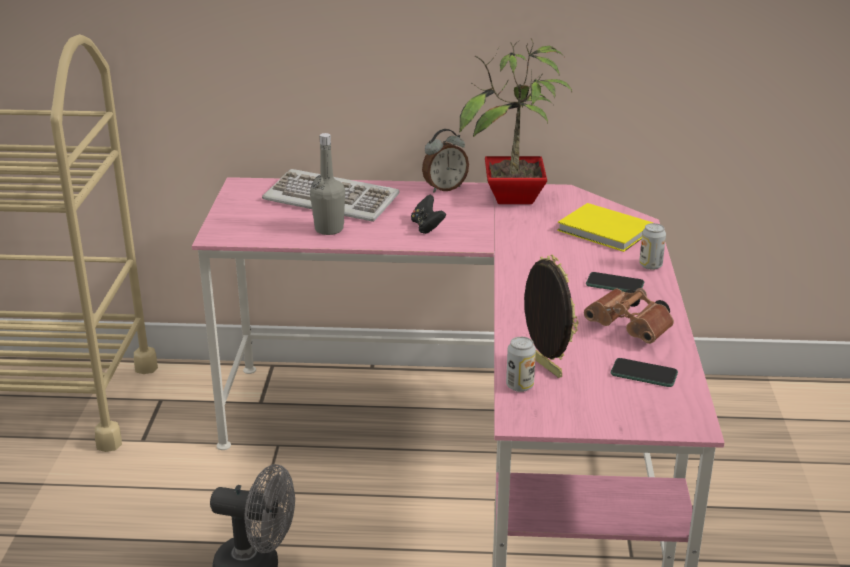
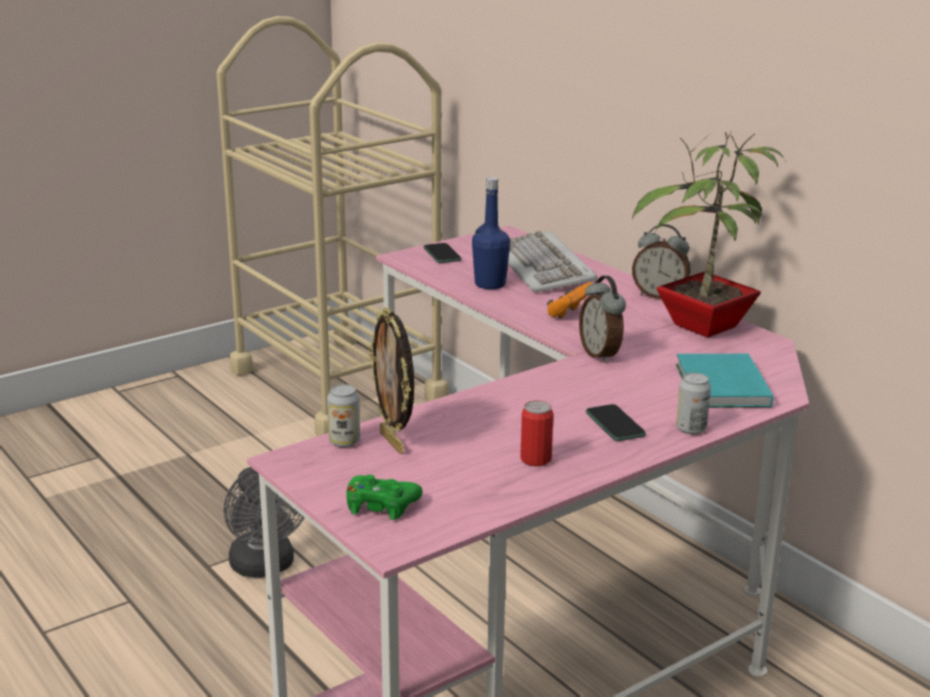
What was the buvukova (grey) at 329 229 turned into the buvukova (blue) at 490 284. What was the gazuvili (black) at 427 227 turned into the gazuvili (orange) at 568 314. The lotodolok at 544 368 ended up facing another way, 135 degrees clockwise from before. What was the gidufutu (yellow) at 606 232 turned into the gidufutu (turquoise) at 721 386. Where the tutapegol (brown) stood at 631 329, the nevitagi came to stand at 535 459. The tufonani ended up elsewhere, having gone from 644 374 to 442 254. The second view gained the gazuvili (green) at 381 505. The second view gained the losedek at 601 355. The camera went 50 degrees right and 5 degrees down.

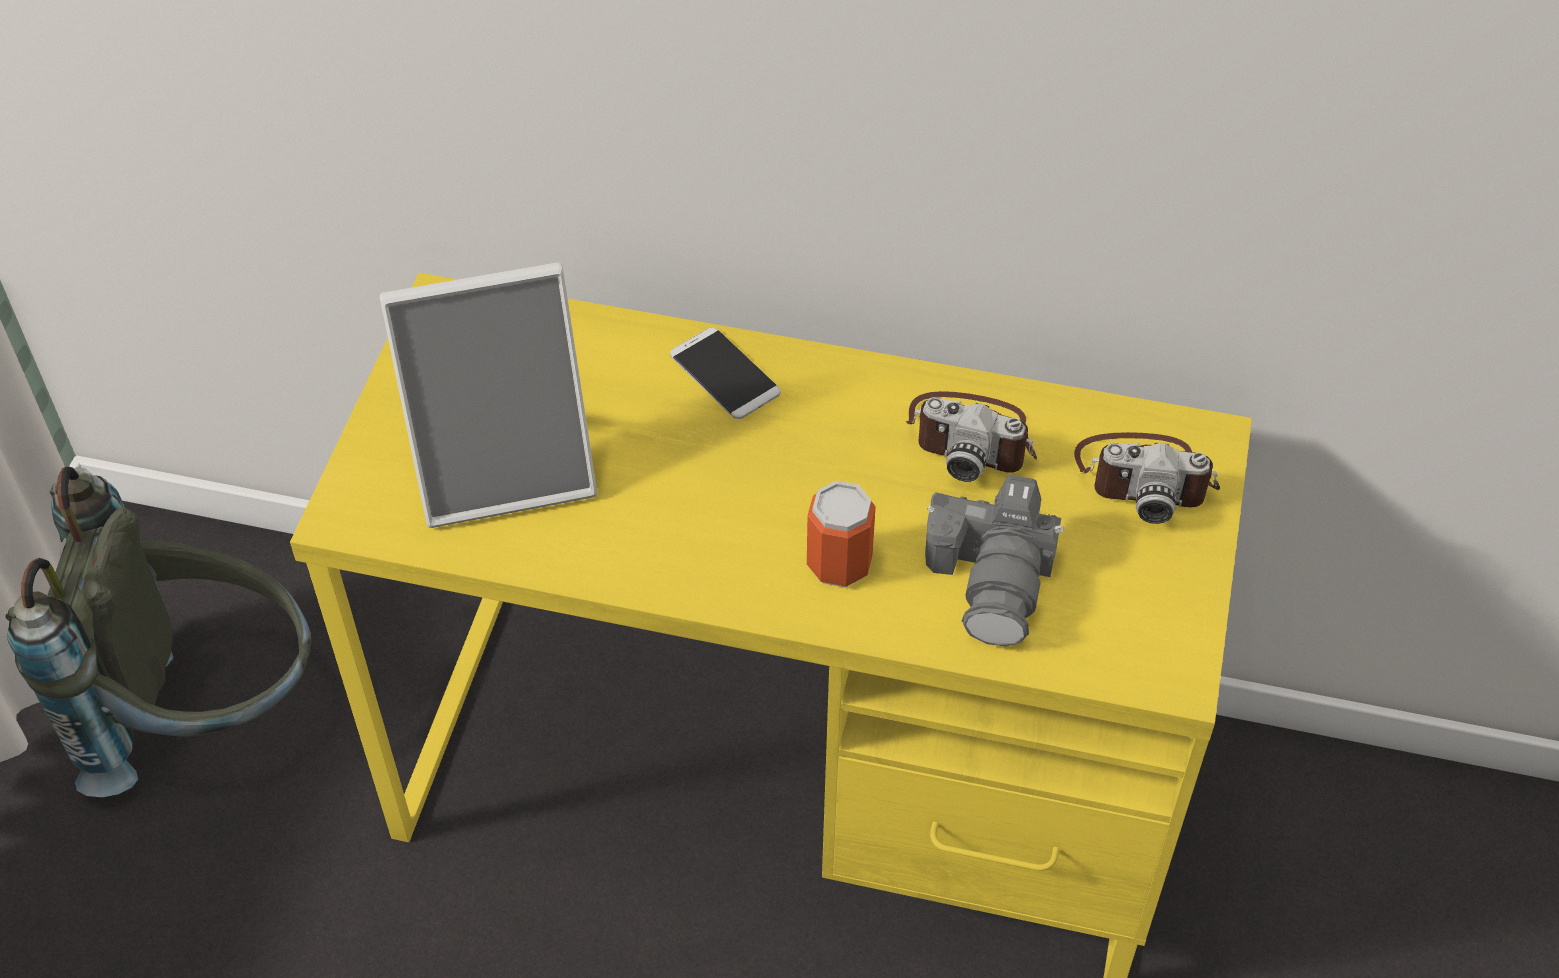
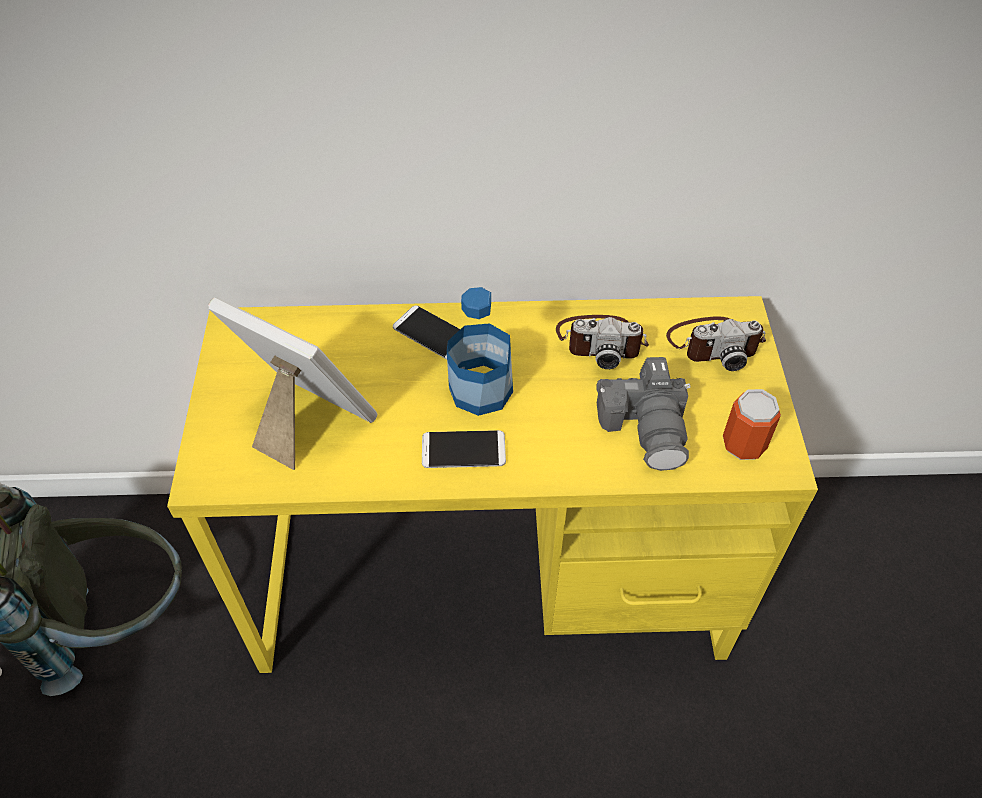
The lotodolok at 505 466 ended up facing another way, 120 degrees counterclockwise from before. The nevitagi ended up elsewhere, having gone from 839 564 to 743 444. The second view gained the tufonani at 463 450. The second view gained the buvukova at 481 390. The camera went 15 degrees left and 0 degrees up.

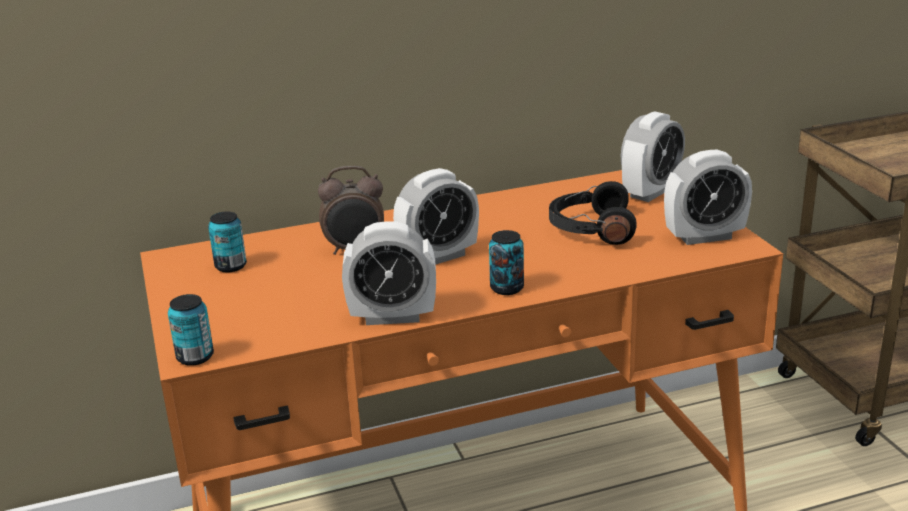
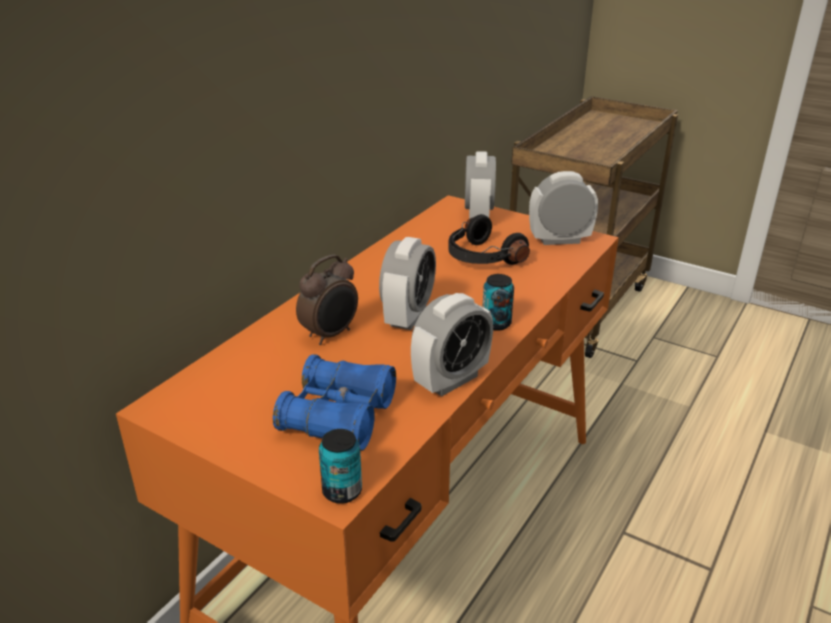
The second view lost the nevitagi at 231 266. The losedek at 704 237 ended up facing another way, 135 degrees counterclockwise from before. The second view gained the tutapegol (blue) at 338 416. The camera went 40 degrees left and 5 degrees up.

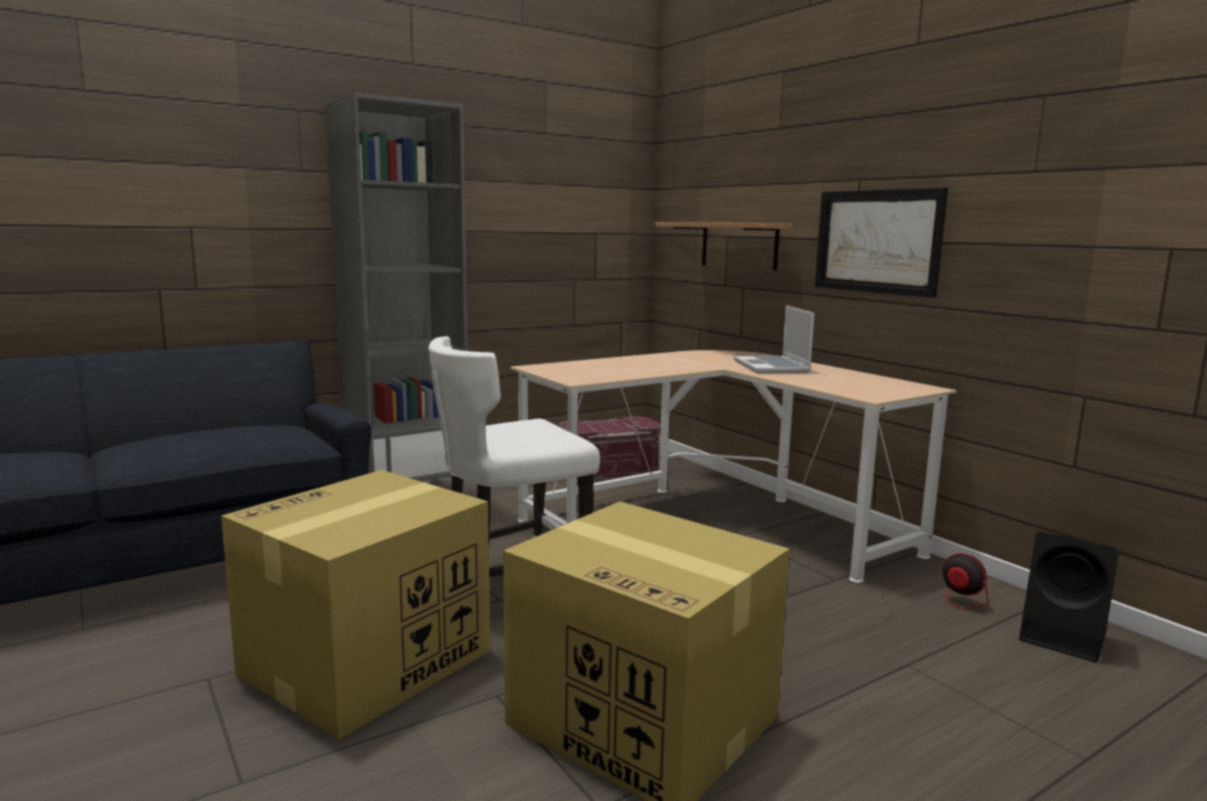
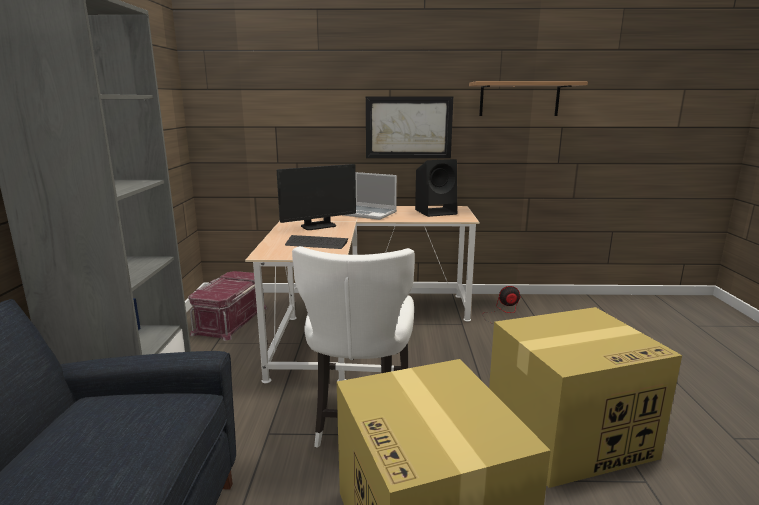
The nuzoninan ended up elsewhere, having gone from 739 245 to 519 99. The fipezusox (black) ended up elsewhere, having gone from 1065 638 to 436 212. The second view gained the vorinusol at 318 226. The second view gained the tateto at 316 243. The camera went 55 degrees left and 5 degrees up.

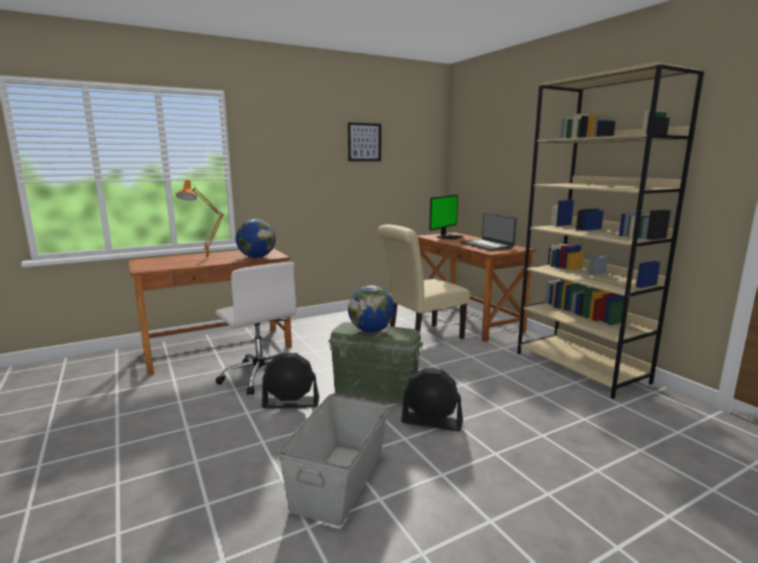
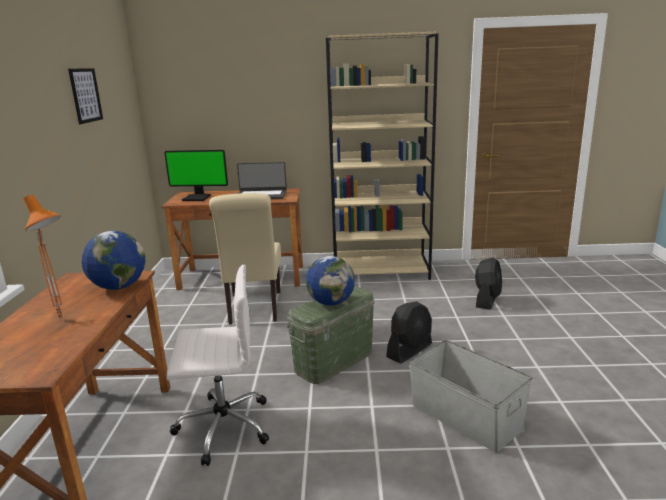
The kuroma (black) ended up elsewhere, having gone from 291 403 to 487 300. The vorinusol at 448 237 ended up facing another way, 120 degrees clockwise from before. The camera went 60 degrees left and 5 degrees up.

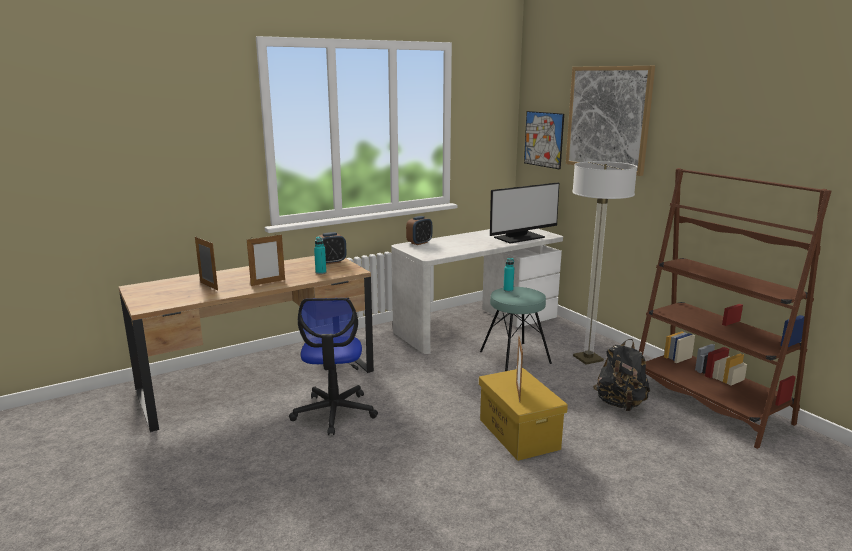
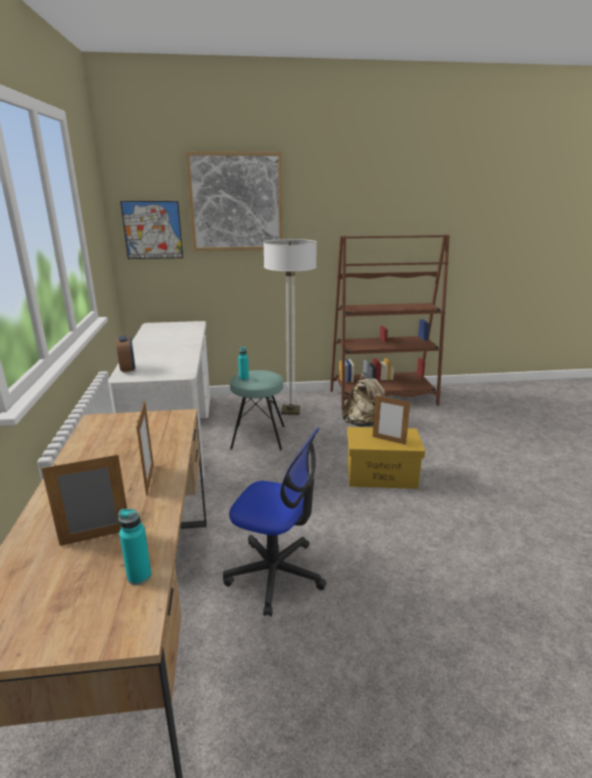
The buvukova (turquoise) ended up elsewhere, having gone from 321 272 to 139 576. The second view lost the losedek at 331 262. The second view lost the vorinusol at 520 237. What was the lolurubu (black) at 620 404 turned into the lolurubu (beige) at 364 423. The camera went 65 degrees left and 5 degrees up.

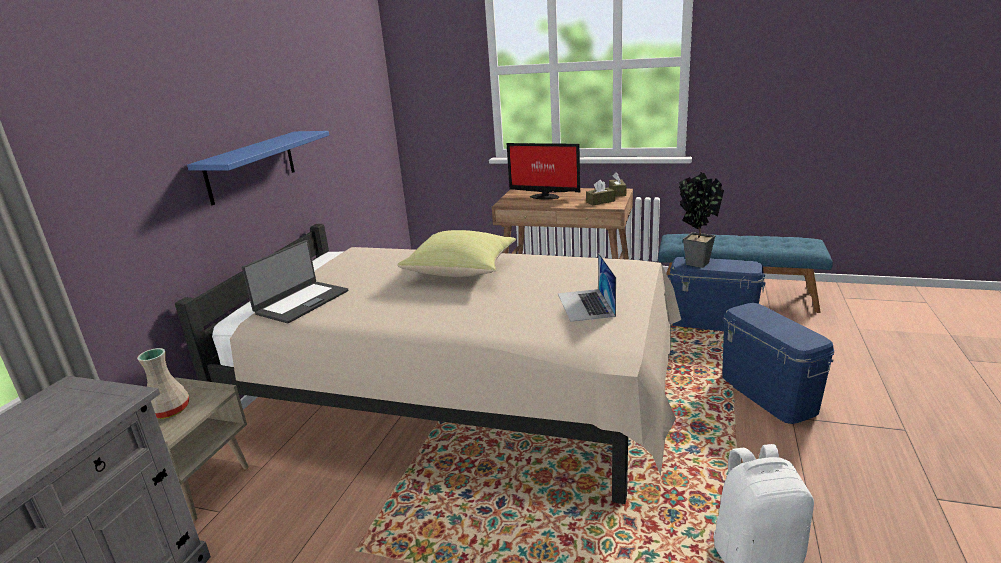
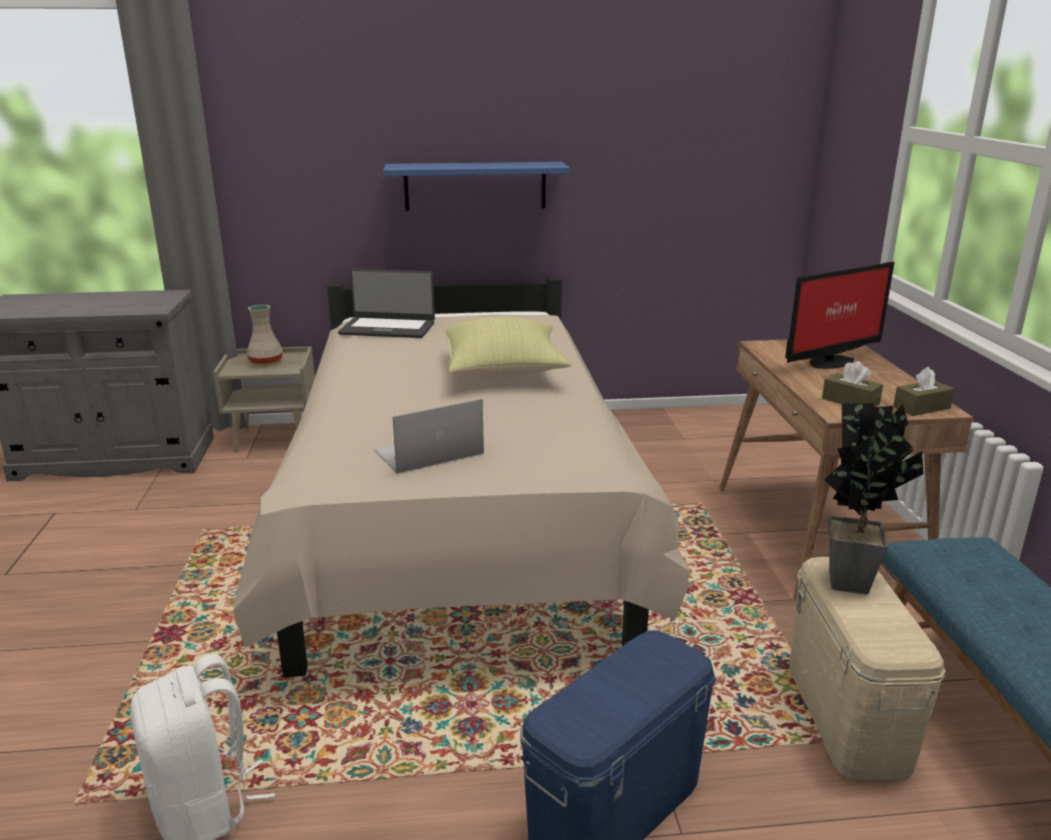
The vorinusol at 544 196 ended up facing another way, 120 degrees counterclockwise from before. What was the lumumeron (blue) at 712 322 turned into the lumumeron (beige) at 847 716. The camera went 65 degrees right and 0 degrees up.

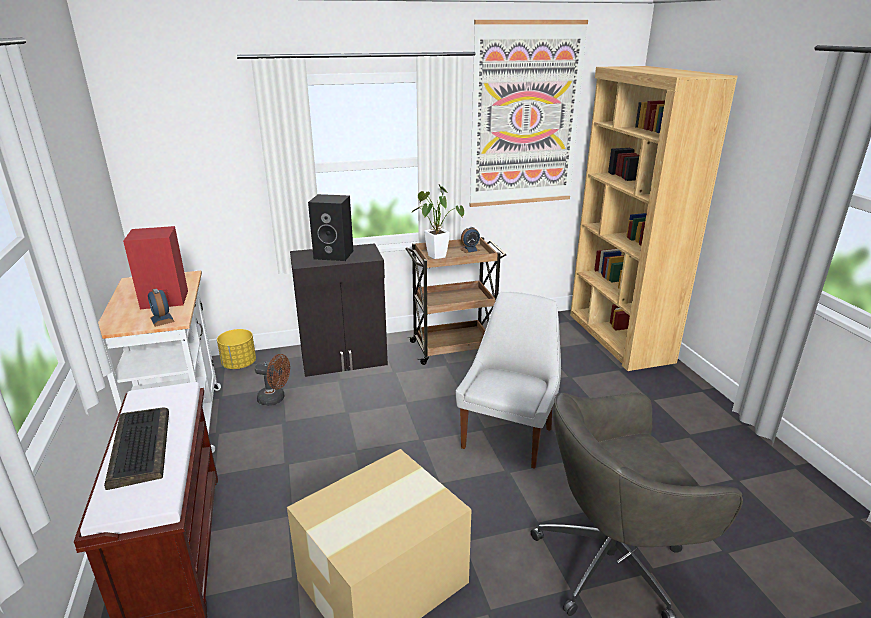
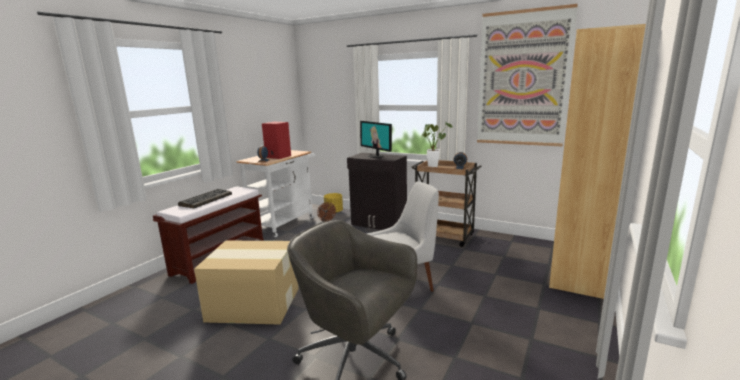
Where the fipezusox (black) stood at 335 254, the vorinusol came to stand at 376 156. The camera went 45 degrees right and 10 degrees down.

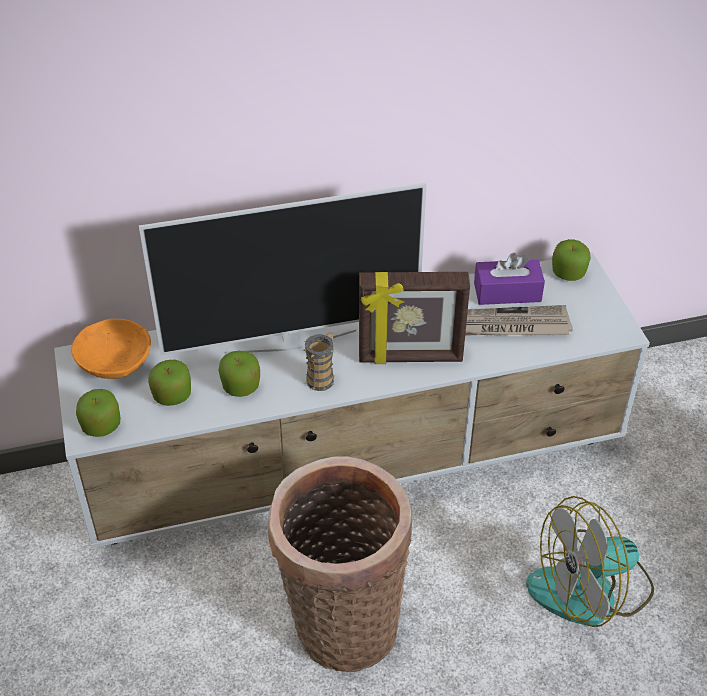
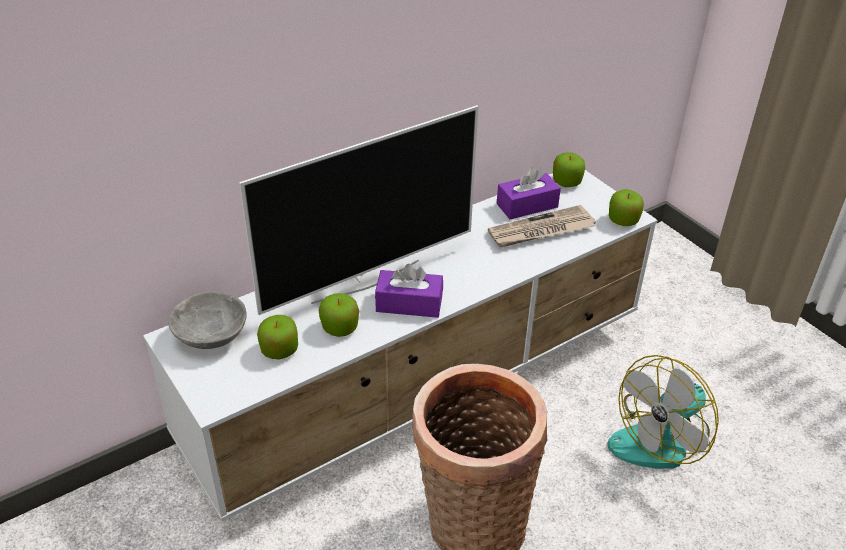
What was the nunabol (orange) at 114 364 turned into the nunabol (grey) at 210 336. The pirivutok ended up elsewhere, having gone from 101 425 to 623 220. Where the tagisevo stood at 322 377, the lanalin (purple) came to stand at 409 304. The second view lost the lotodolok at 410 358. The camera went 20 degrees left and 5 degrees down.

